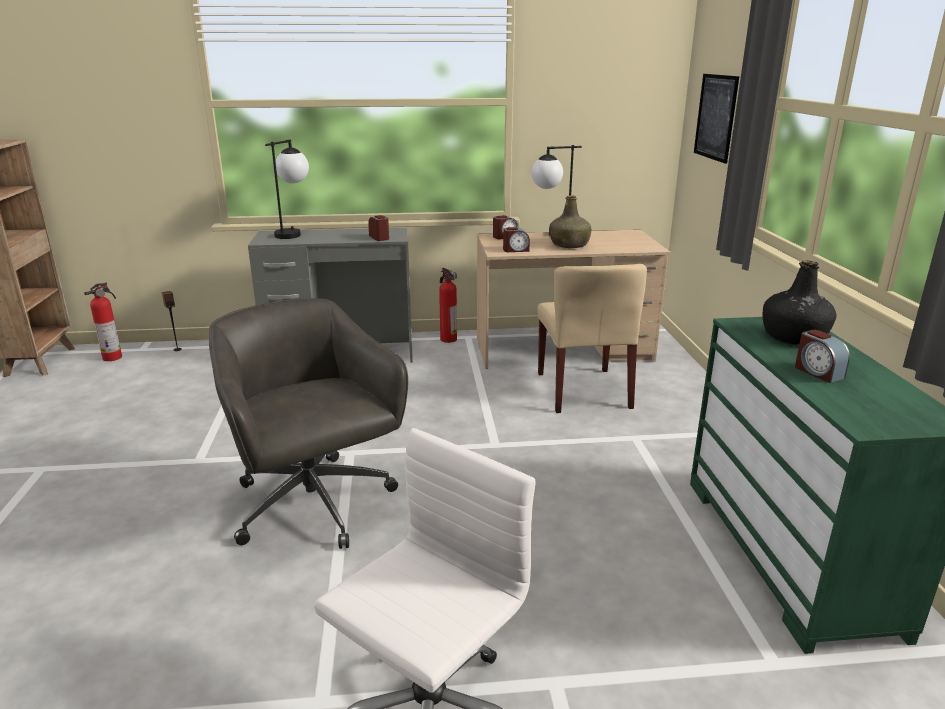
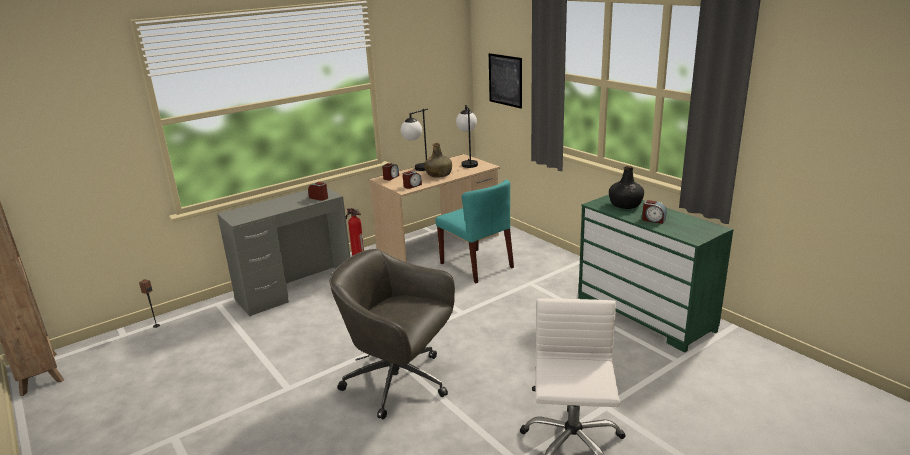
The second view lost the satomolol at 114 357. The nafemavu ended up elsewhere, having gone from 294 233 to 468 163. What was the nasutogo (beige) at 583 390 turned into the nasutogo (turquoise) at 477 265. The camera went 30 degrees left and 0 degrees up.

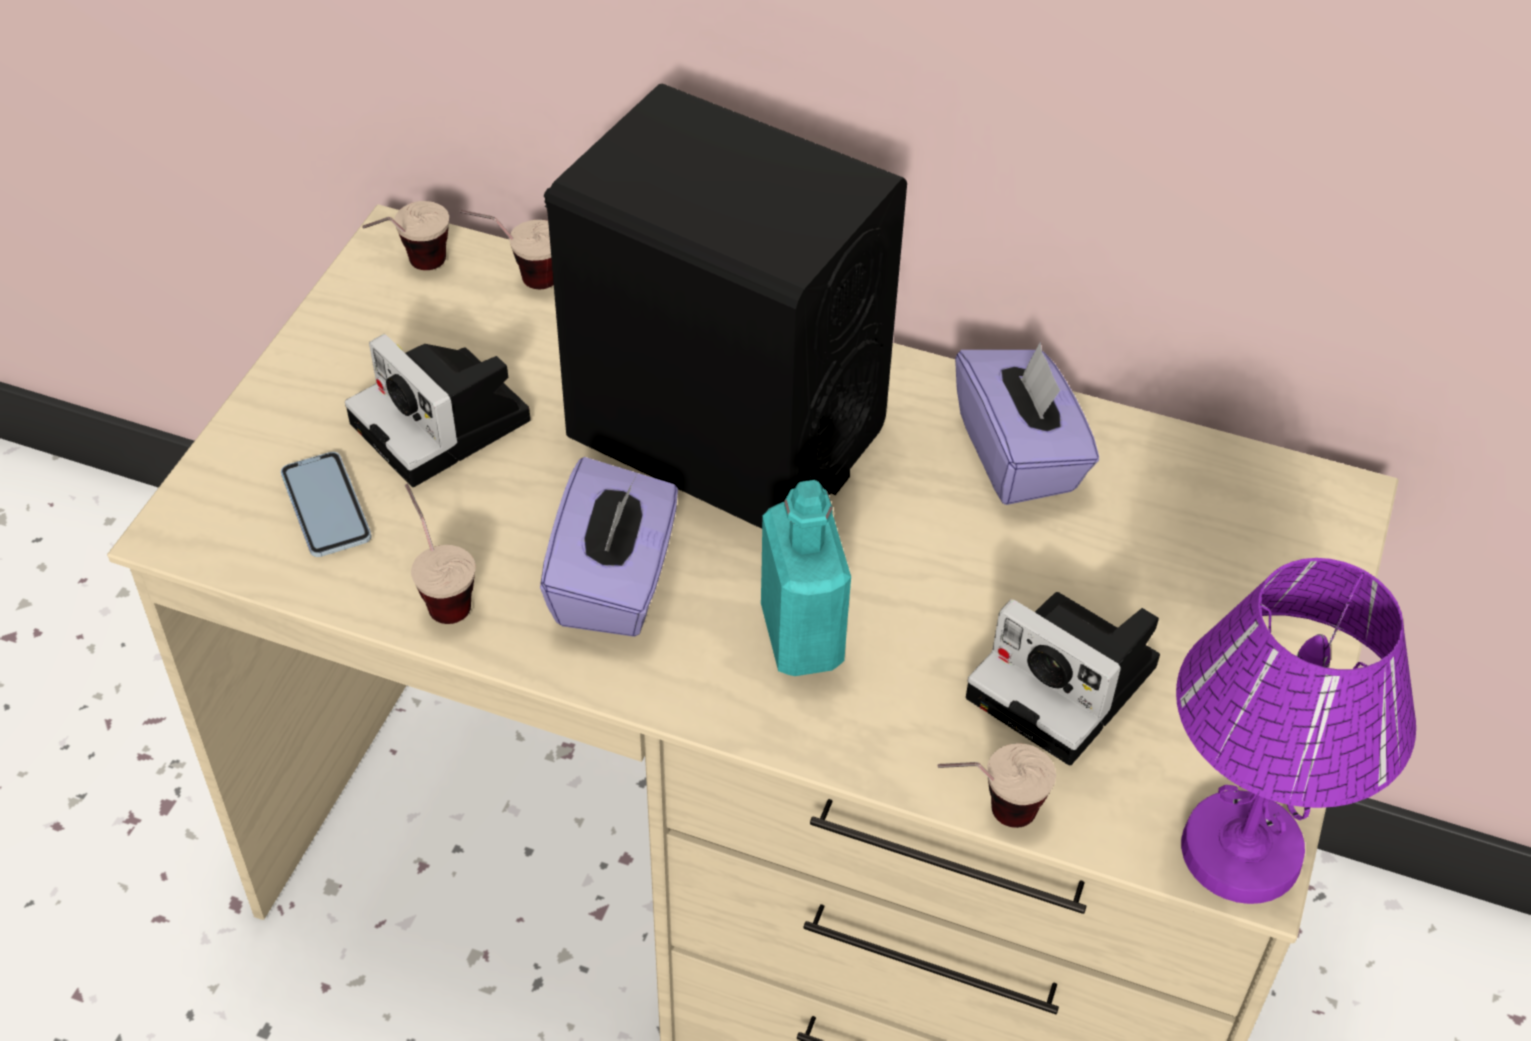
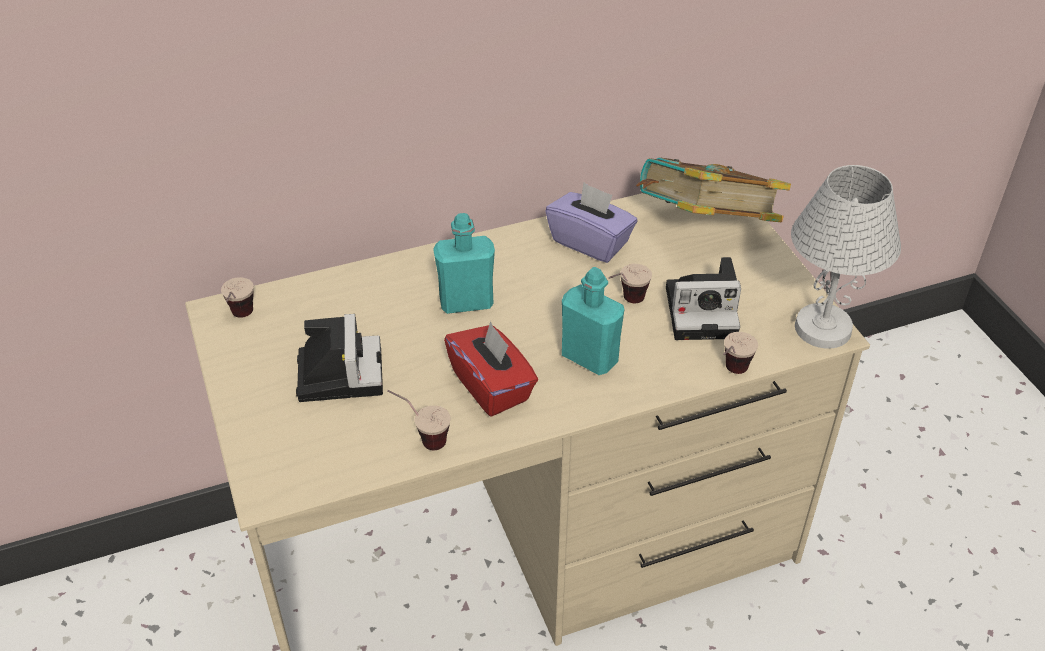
The second view lost the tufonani at 326 506. The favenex at 446 424 ended up facing another way, 105 degrees counterclockwise from before. The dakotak ended up elsewhere, having gone from 518 279 to 625 303. What was the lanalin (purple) at 615 583 turned into the lanalin (red) at 492 386. Where the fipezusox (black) stood at 724 433, the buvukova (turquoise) came to stand at 466 302. What was the nafemavu (purple) at 1240 852 turned into the nafemavu (white) at 823 329. The second view gained the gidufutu at 705 229. The camera went 40 degrees left and 5 degrees down.

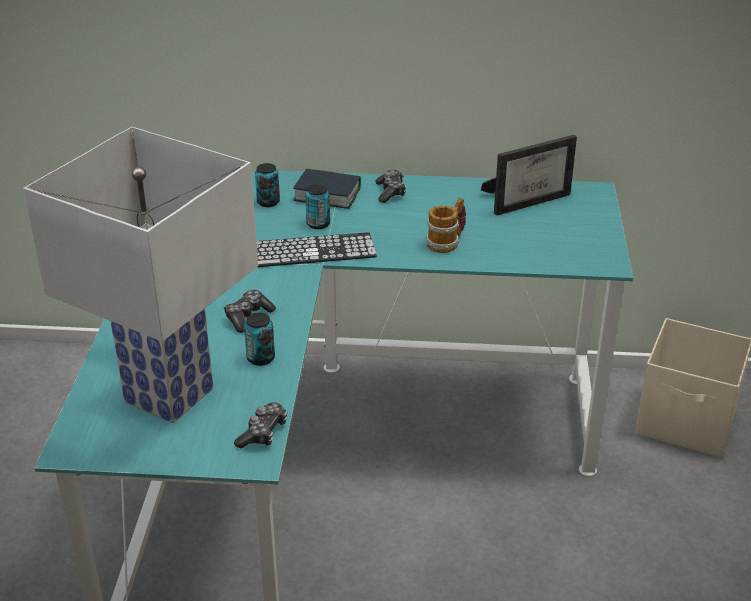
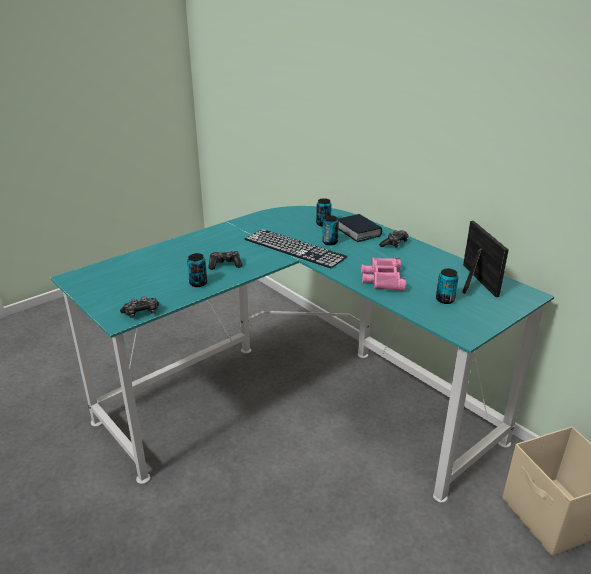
The second view lost the nafemavu (white) at 171 395. Where the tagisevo stood at 447 242, the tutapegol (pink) came to stand at 382 279. The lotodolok at 528 200 ended up facing another way, 120 degrees counterclockwise from before. The second view gained the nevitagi at 445 300. The camera went 45 degrees right and 5 degrees down.

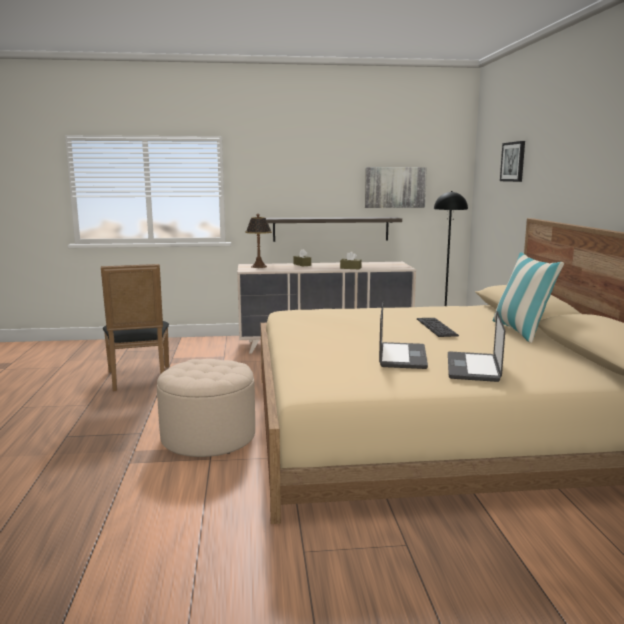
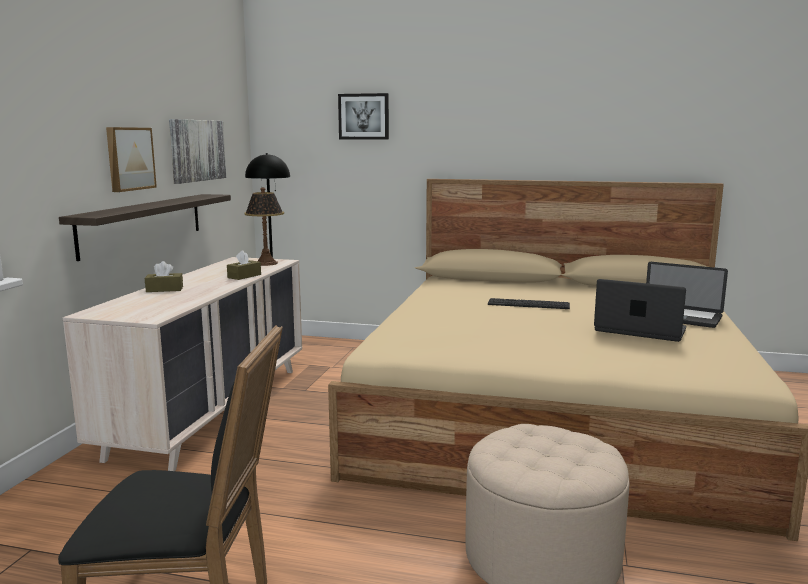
The nafemavu ended up elsewhere, having gone from 259 266 to 266 263. The second view lost the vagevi at 521 331. The second view gained the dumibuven at 129 158. The camera went 70 degrees left and 0 degrees up.

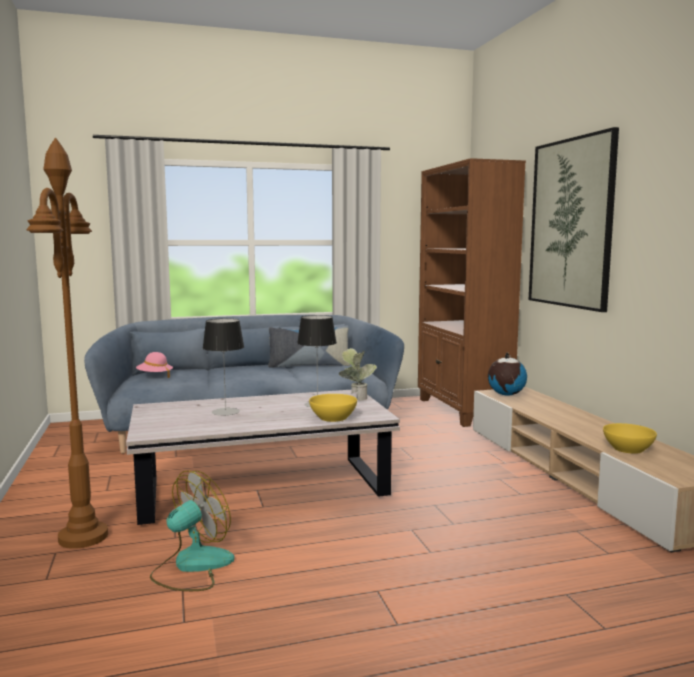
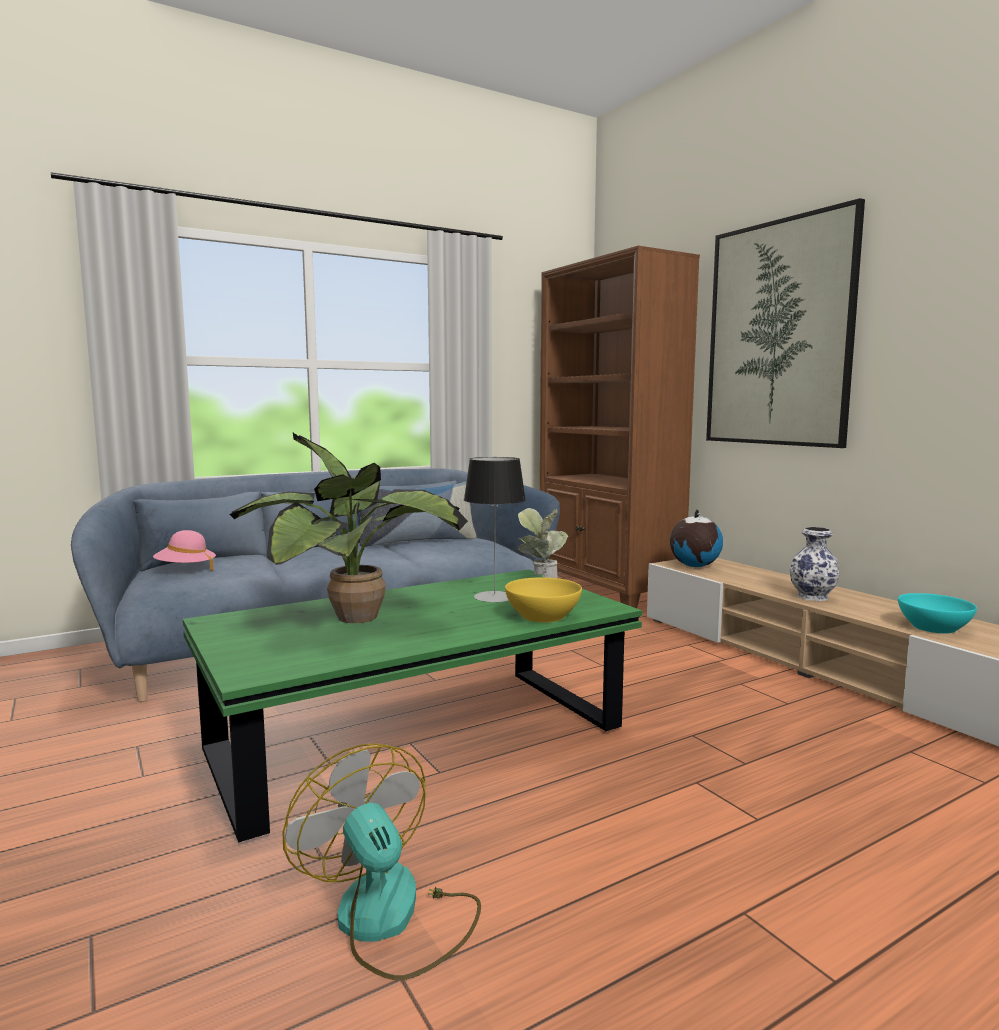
The second view lost the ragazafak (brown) at 83 537. What was the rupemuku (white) at 263 489 turned into the rupemuku (green) at 420 740. The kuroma at 192 566 ended up facing another way, 60 degrees counterclockwise from before. Where the nafemavu stood at 225 412, the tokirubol came to stand at 359 620. What was the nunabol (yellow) at 628 449 turned into the nunabol (turquoise) at 934 627. The second view gained the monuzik at 813 597. The camera went 15 degrees left and 0 degrees up.

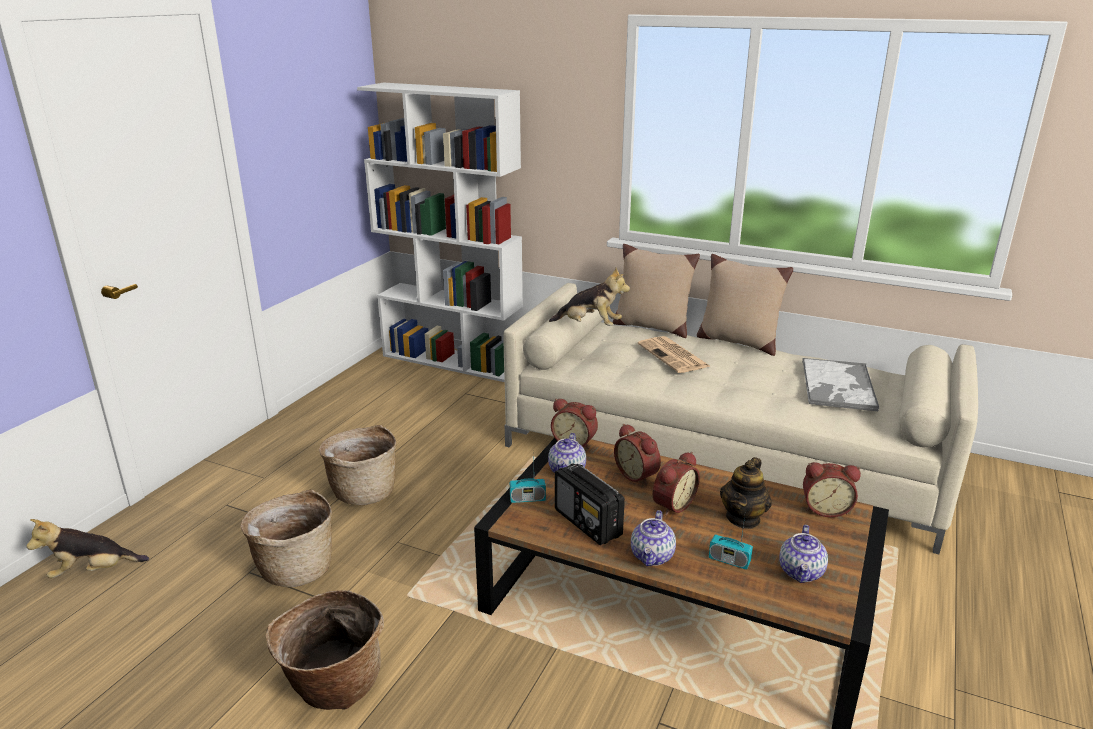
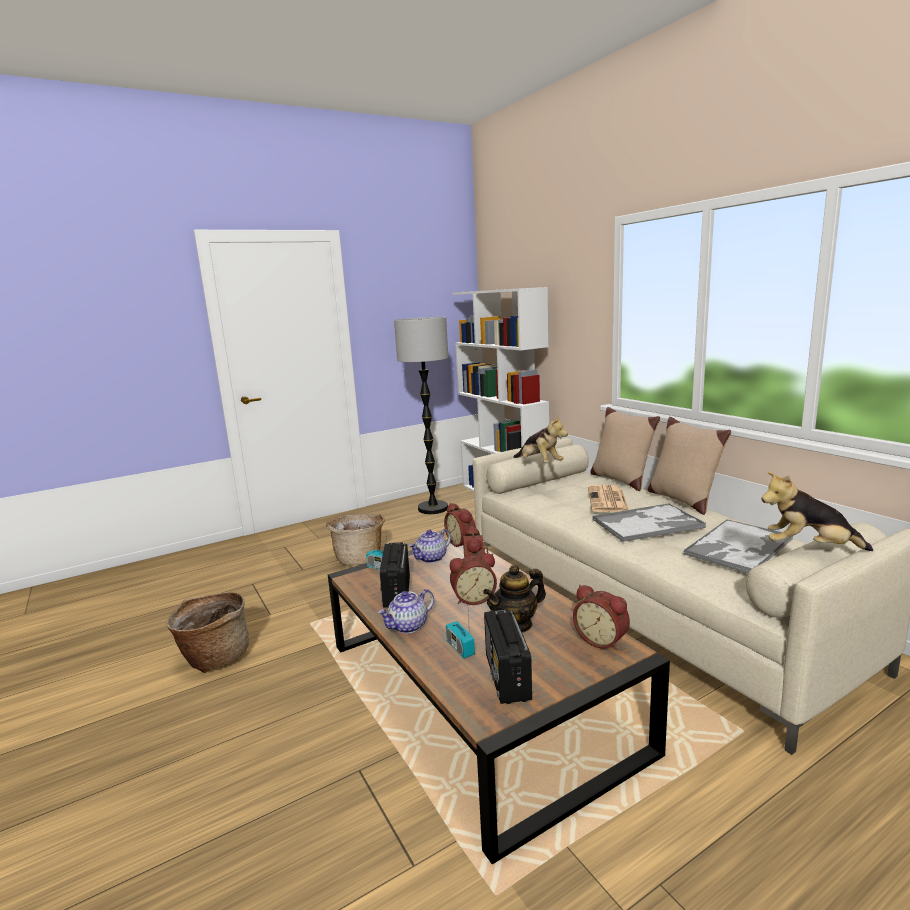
The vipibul ended up elsewhere, having gone from 93 571 to 809 548. The second view lost the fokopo at 296 567. Where the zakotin stood at 801 572, the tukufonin came to stand at 507 677. The second view gained the ragazafak at 433 508. The second view gained the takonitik at 648 523. The camera went 35 degrees right and 10 degrees down.

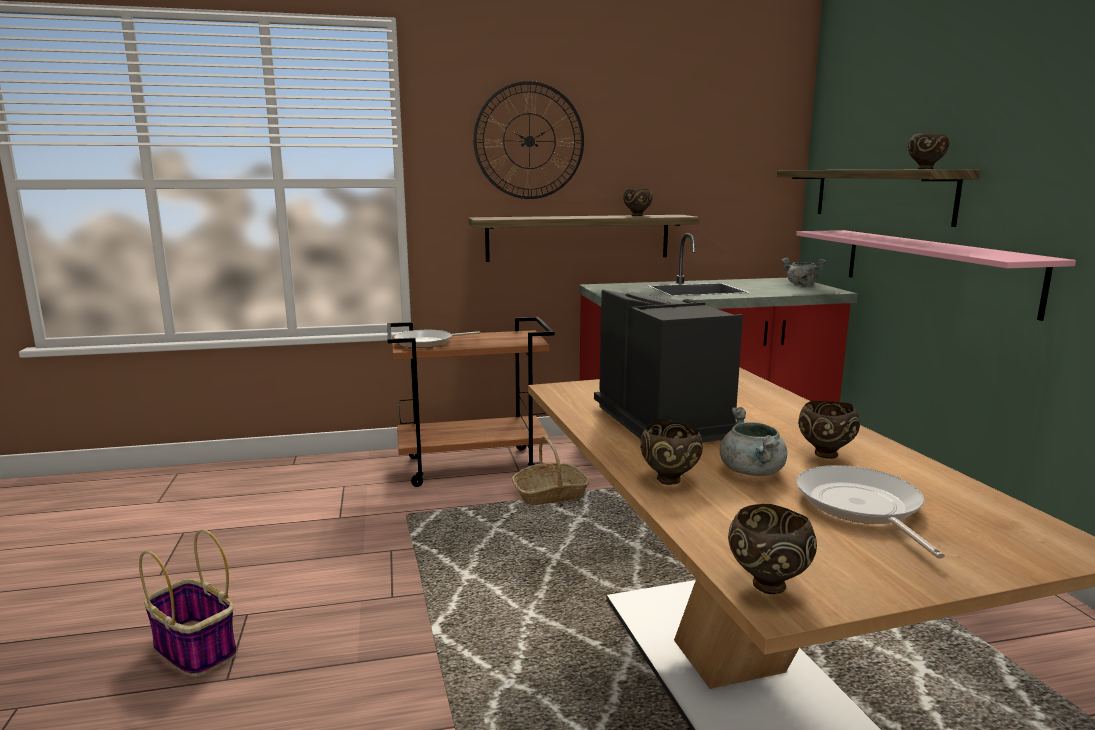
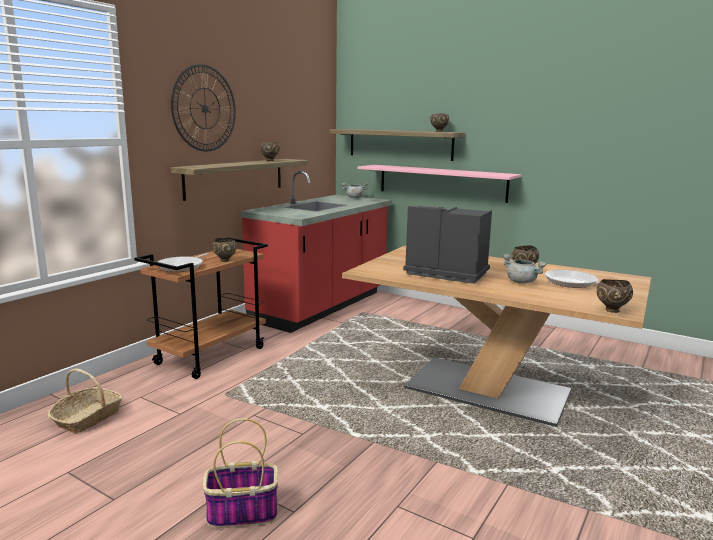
The fokopo ended up elsewhere, having gone from 550 495 to 87 418. The nunabol (brown) ended up elsewhere, having gone from 670 480 to 225 260. The camera went 45 degrees left and 0 degrees up.

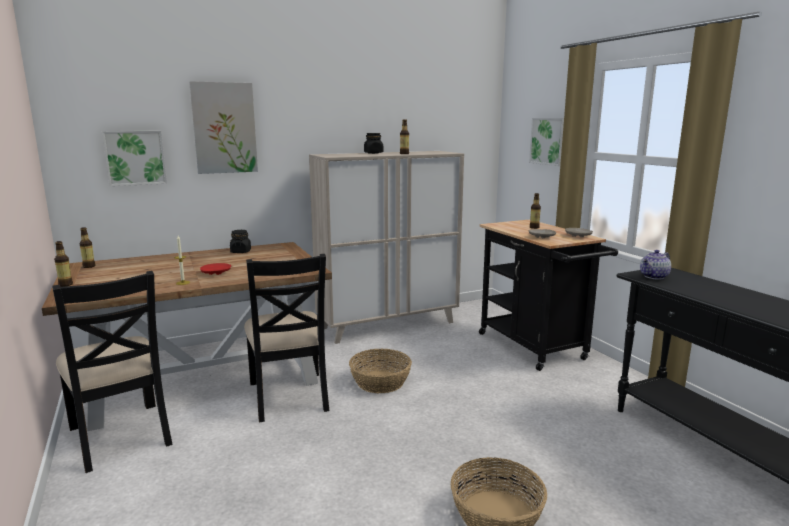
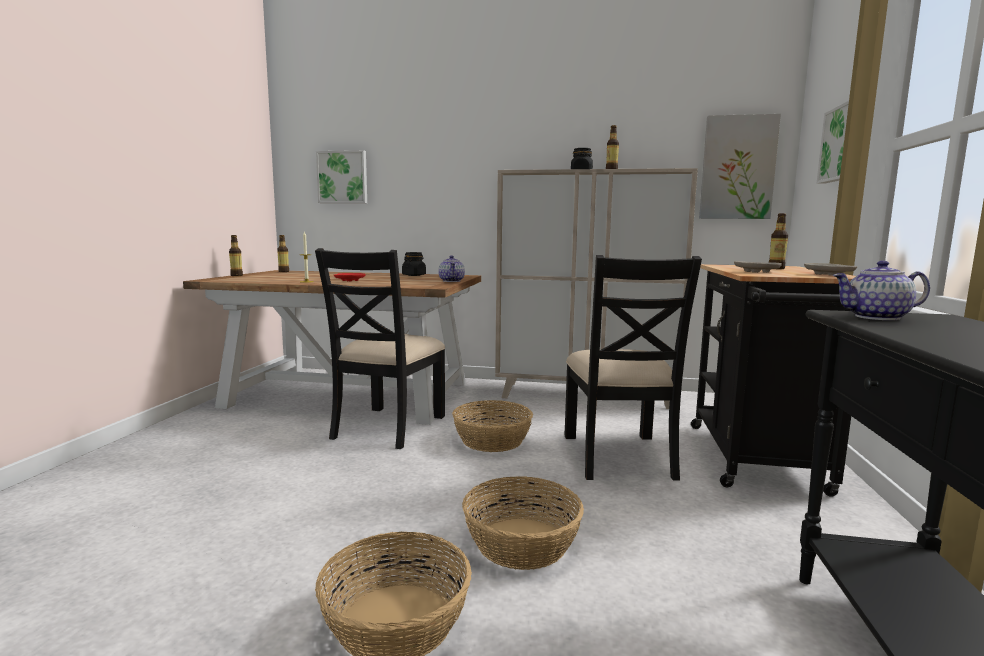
The nasutogo (black) ended up elsewhere, having gone from 121 435 to 619 456. The dumibuven ended up elsewhere, having gone from 224 128 to 737 168. The second view gained the zakotin at 452 281. The second view gained the fokopo at 522 543. The camera went 35 degrees right and 5 degrees down.

